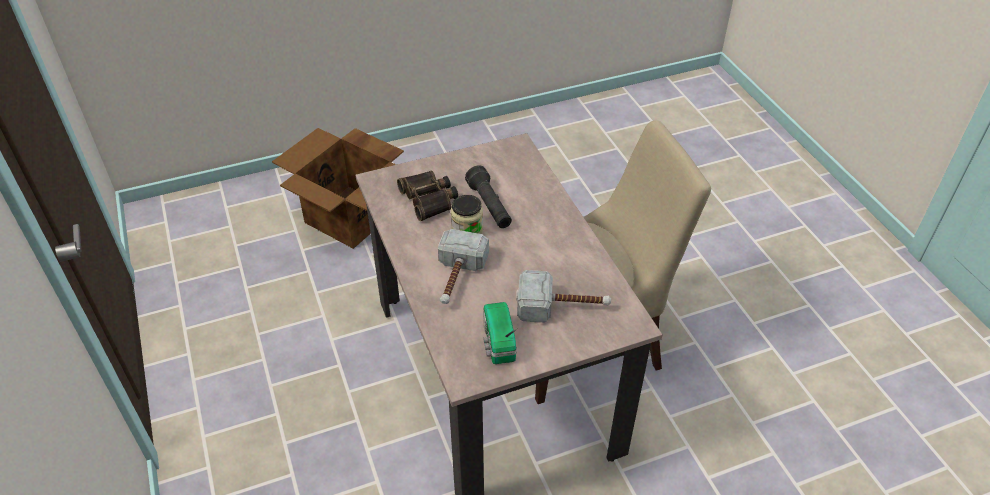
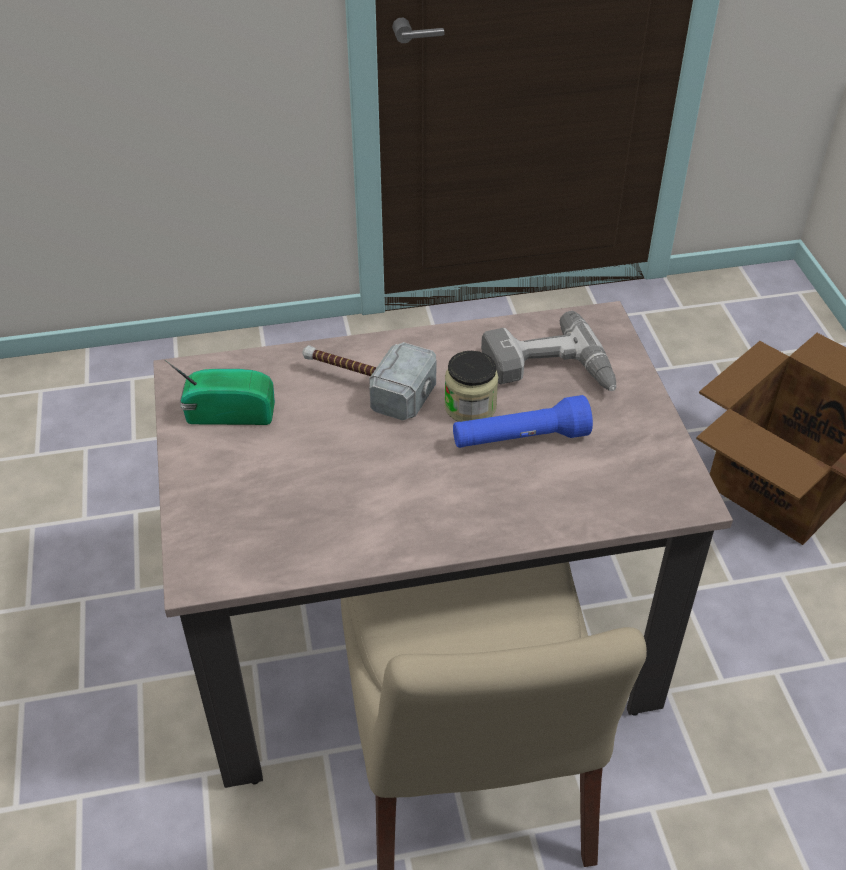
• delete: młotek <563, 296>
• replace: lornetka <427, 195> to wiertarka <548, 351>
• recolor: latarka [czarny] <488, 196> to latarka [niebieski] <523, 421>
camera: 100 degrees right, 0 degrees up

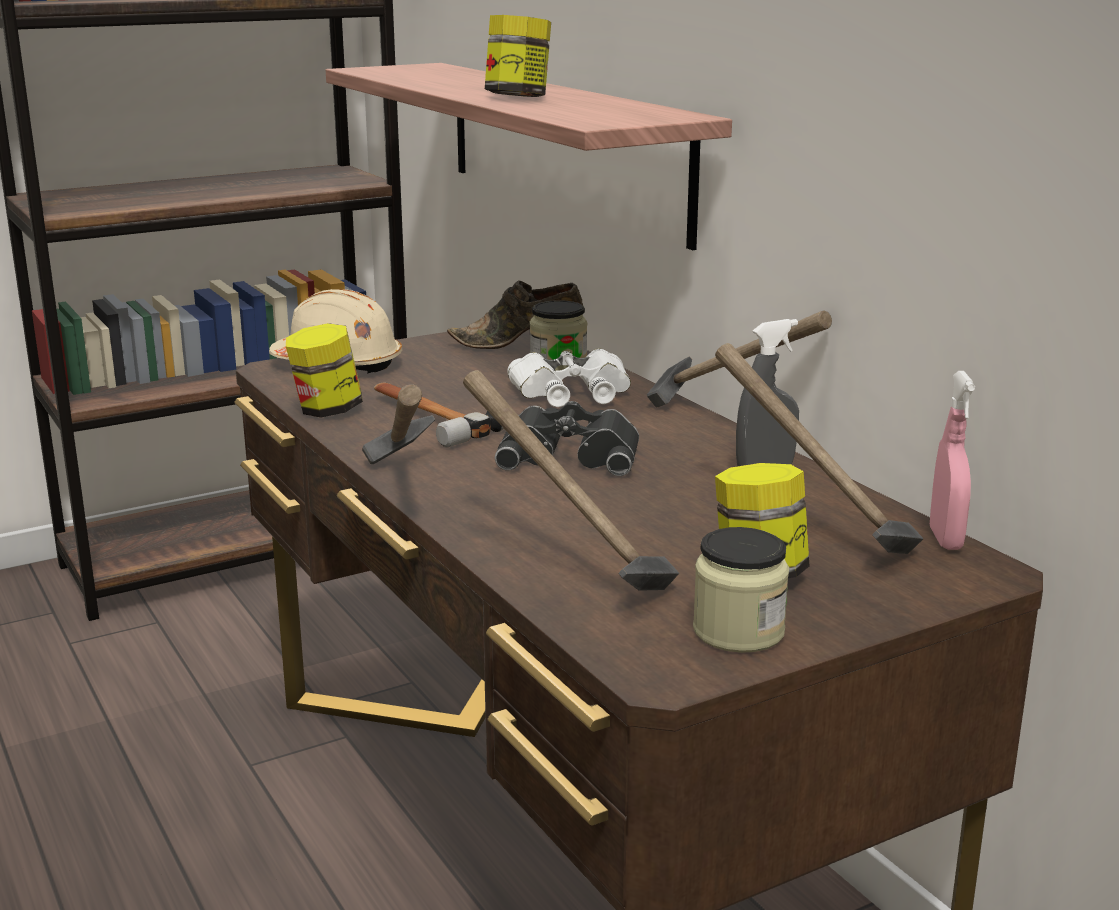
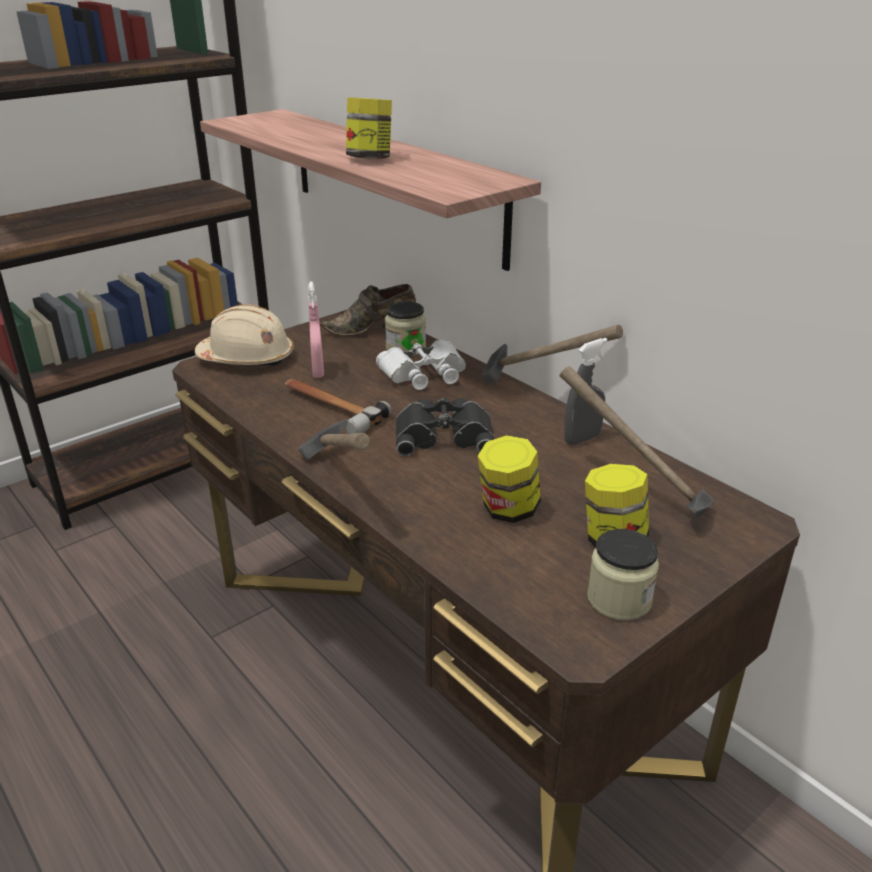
• delete: młotek <571, 480>
• move: słoik <324, 370> to <509, 479>
• move: spryskiwacz [różowy] <952, 460> to <316, 329>
camera: 10 degrees left, 10 degrees up

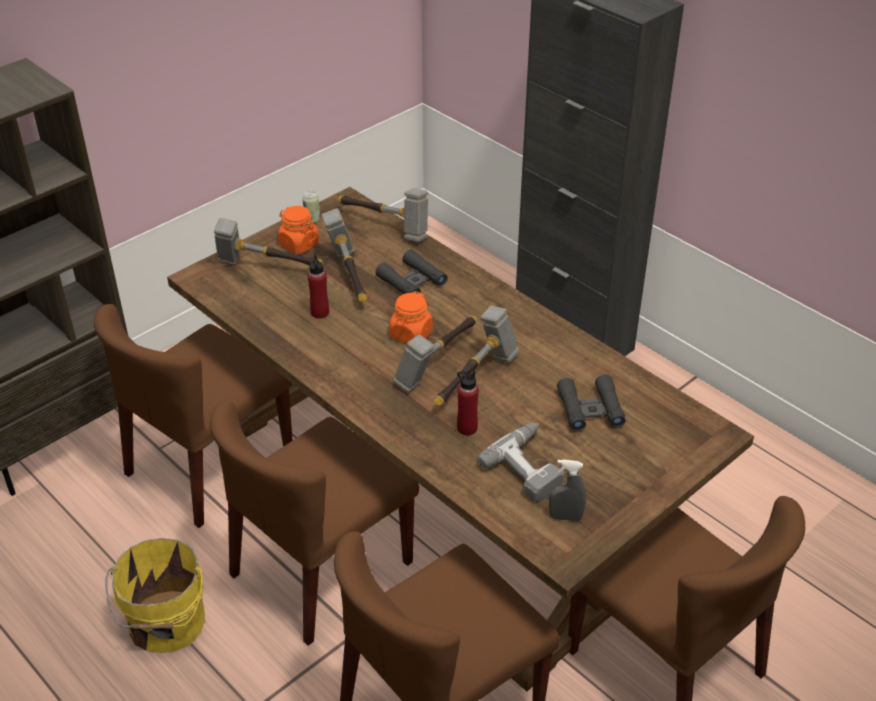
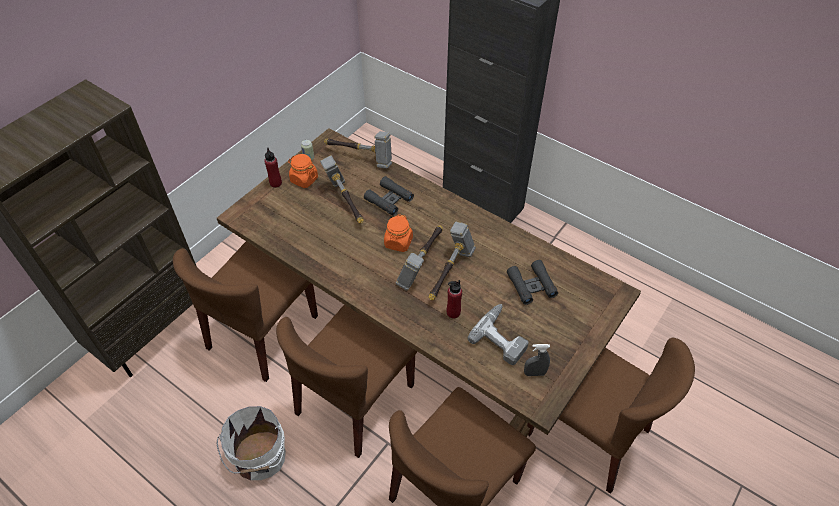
• delete: młotek <268, 242>
• move: butelka [czerwony] <318, 286> to <273, 168>
• recolor: wiadro [żółty] <155, 595> to wiadro [biały] <251, 443>
camera: 10 degrees left, 10 degrees up

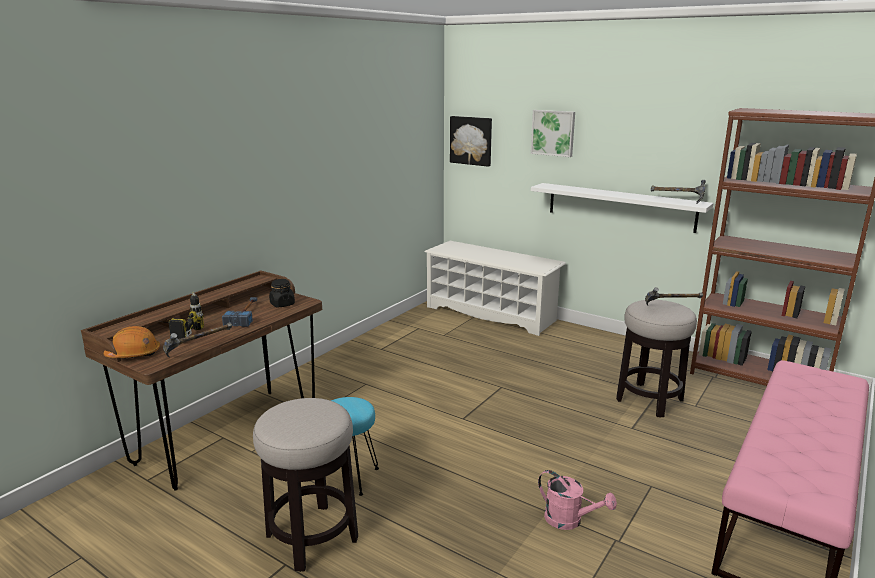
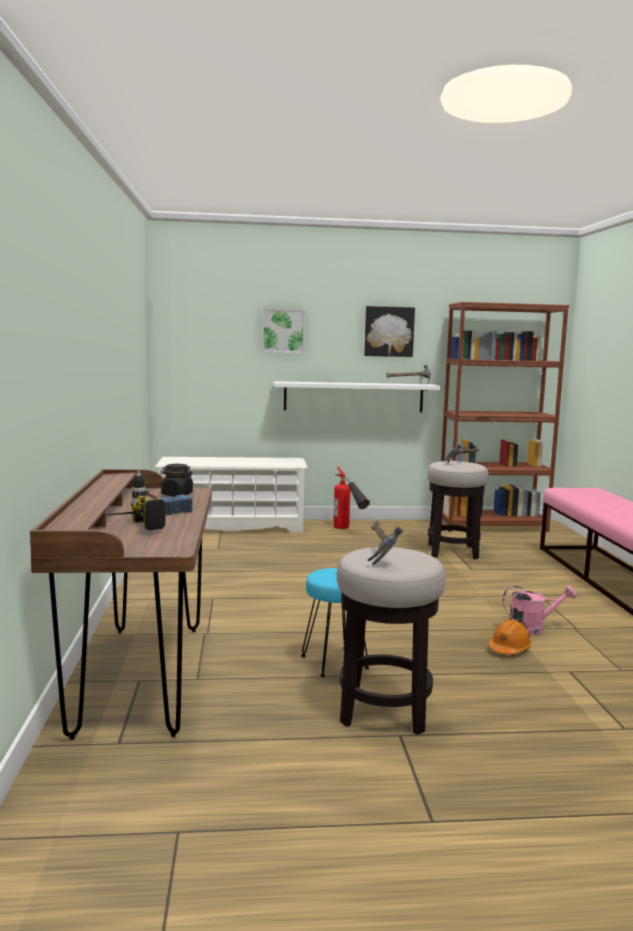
• insert: gaśnica <351, 498>
• move: kask [pomarańczowy] <131, 342> to <510, 637>
• move: młotek <197, 339> to <385, 542>
• move: obraz <471, 141> to <389, 331>
camera: 40 degrees left, 10 degrees down

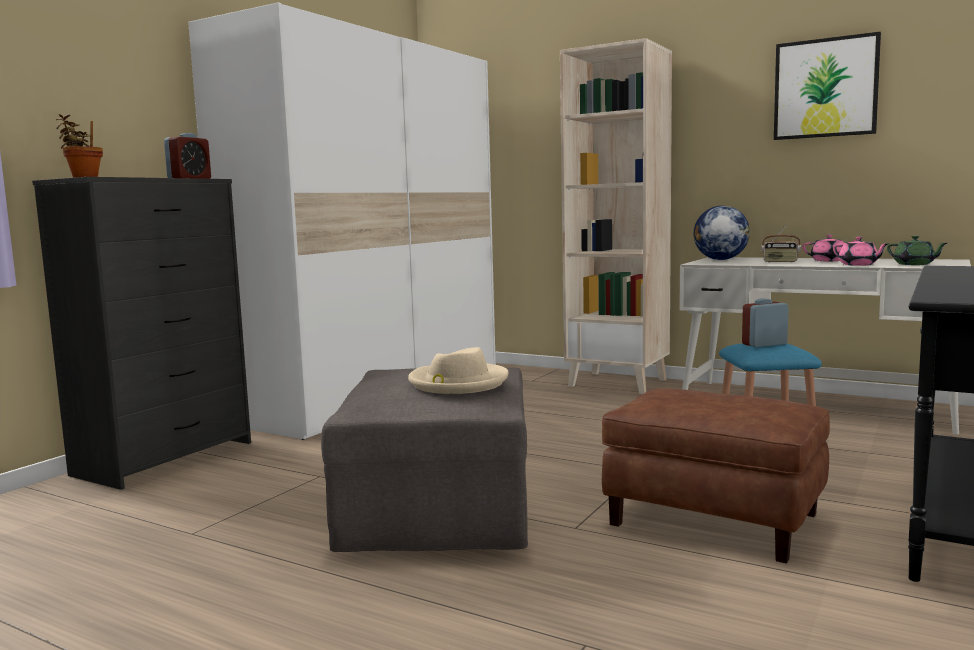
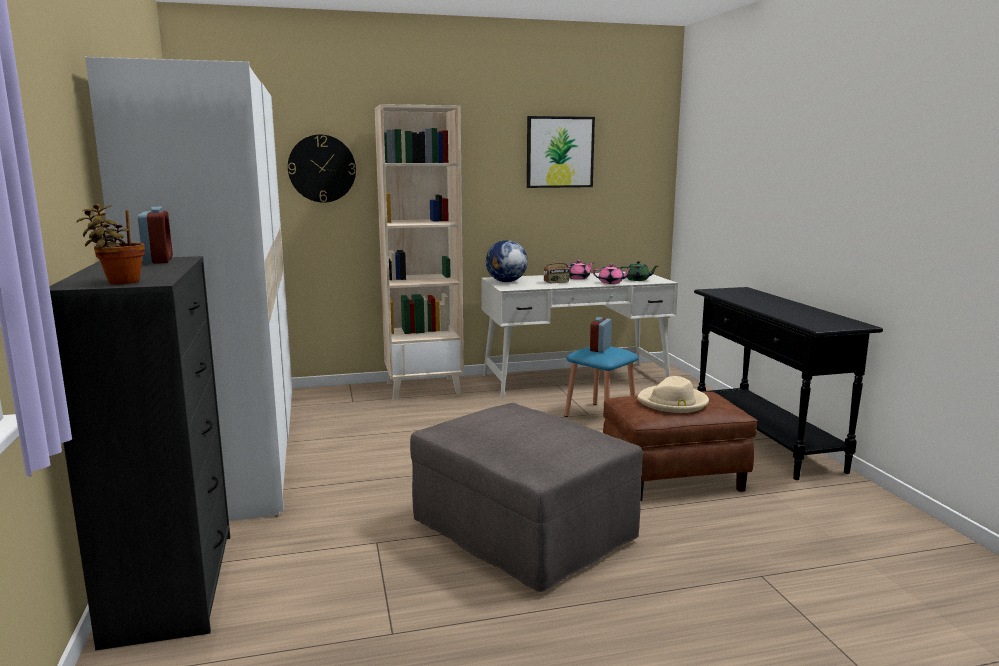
• insert: zegar ścienny <322, 168>
• move: kapelusz [beżowy] <458, 370> to <673, 394>
camera: 45 degrees left, 5 degrees up

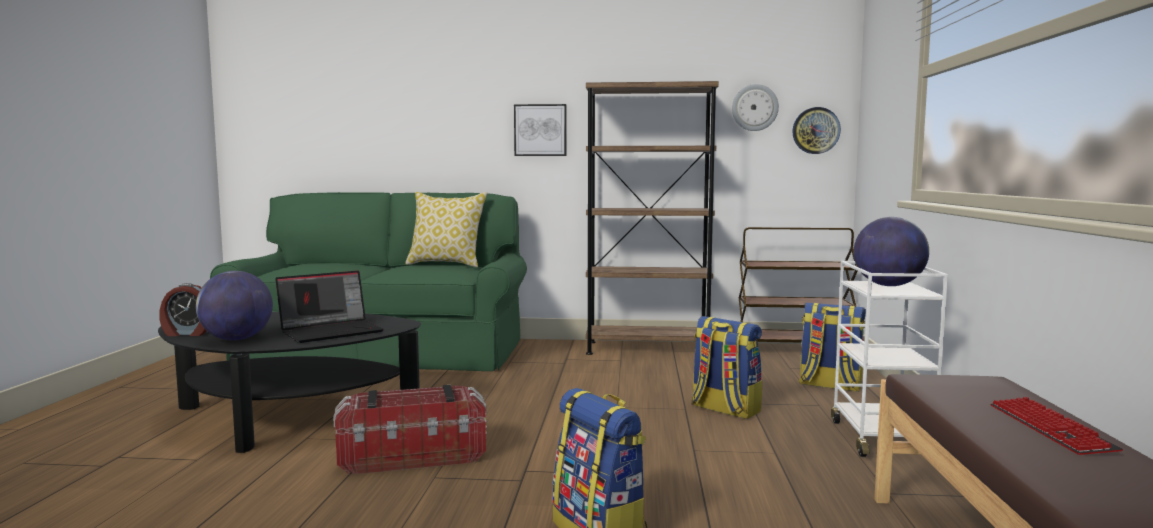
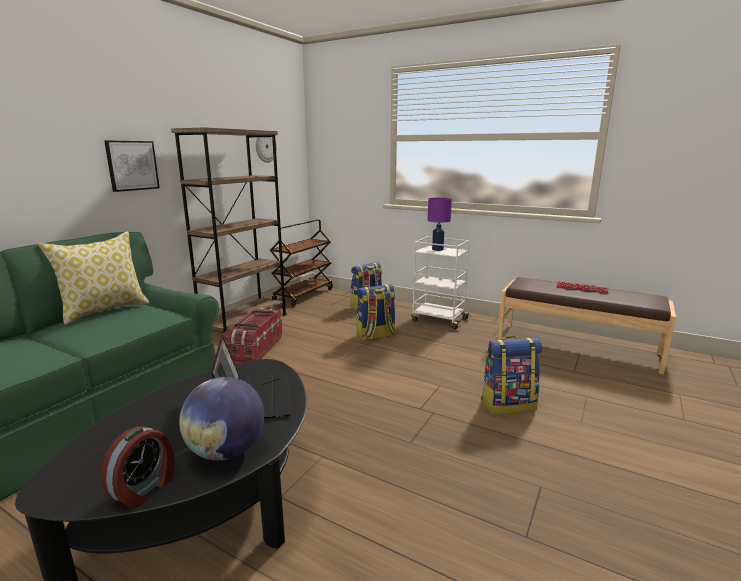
• delete: zegar ścienny <816, 130>
• move: pojemnik do przechowywania <410, 430> to <252, 335>
• replace: globus <891, 251> to lampa stołowa [fioletowy] <440, 224>
camera: 65 degrees left, 10 degrees up

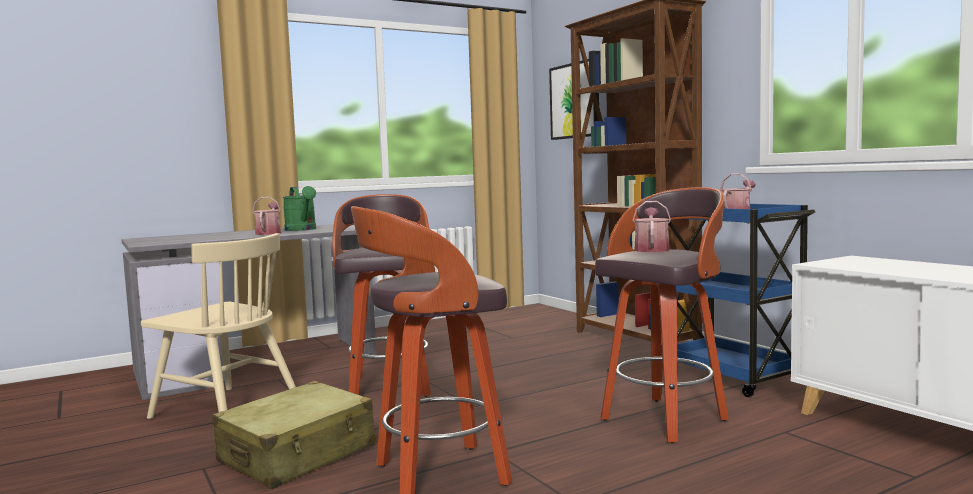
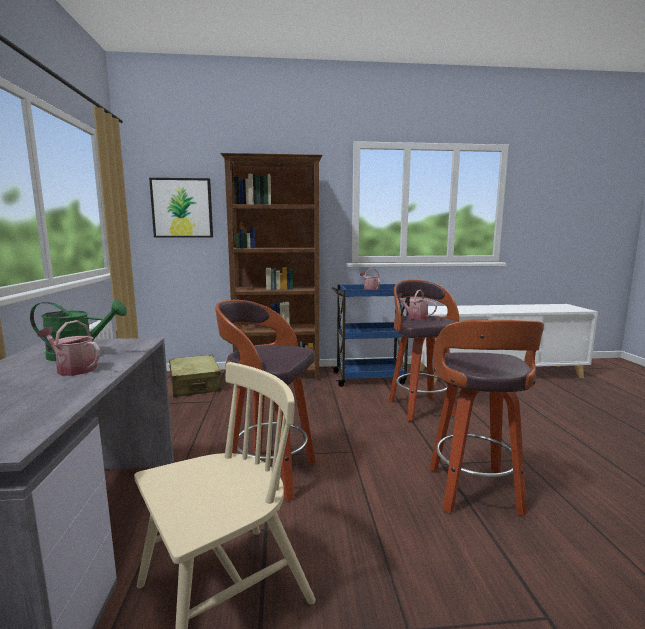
• move: walizka [beżowy] <293, 435> to <195, 376>
camera: 65 degrees left, 5 degrees up

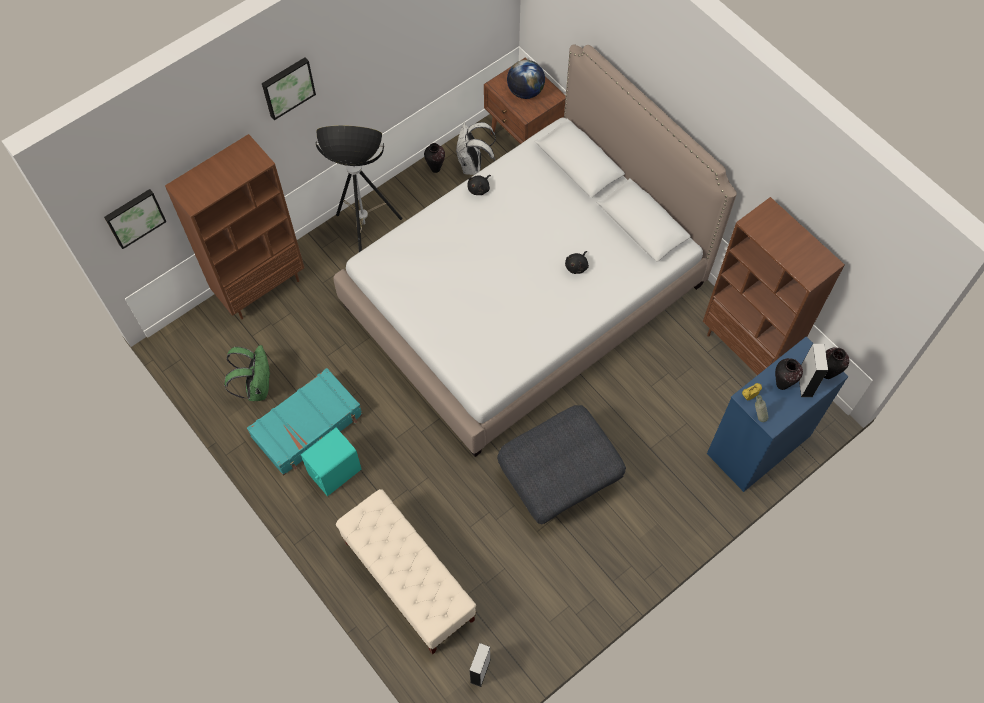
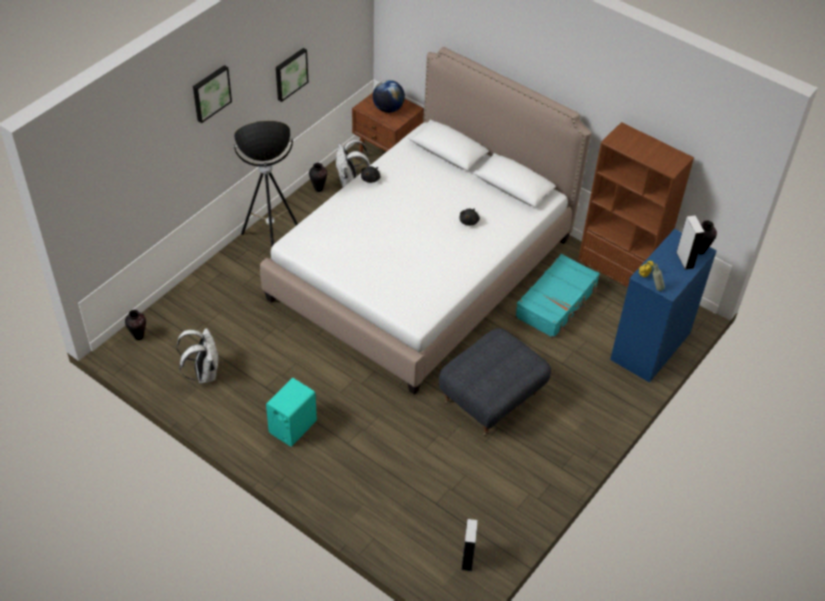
• delete: regał [brązowy] <235, 226>
• delete: ławka [beżowy] <406, 572>
• move: obraz <135, 219> to <292, 75>
• move: walizka [turkusowy] <305, 422> to <557, 296>
• move: wazon <789, 374> to <135, 325>
• recolor: plecak [zielony] <247, 373> to plecak [biały] <197, 356>
camera: 15 degrees left, 15 degrees down

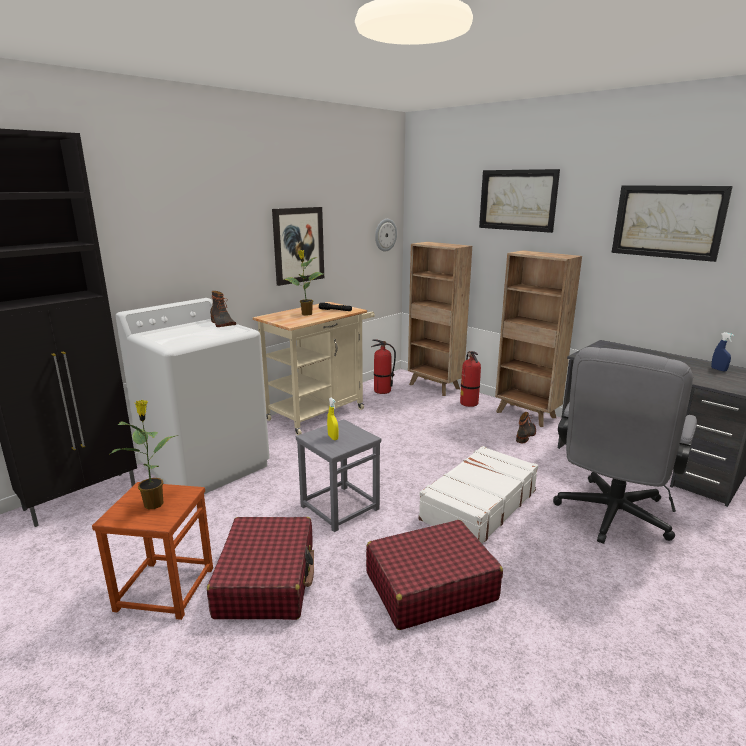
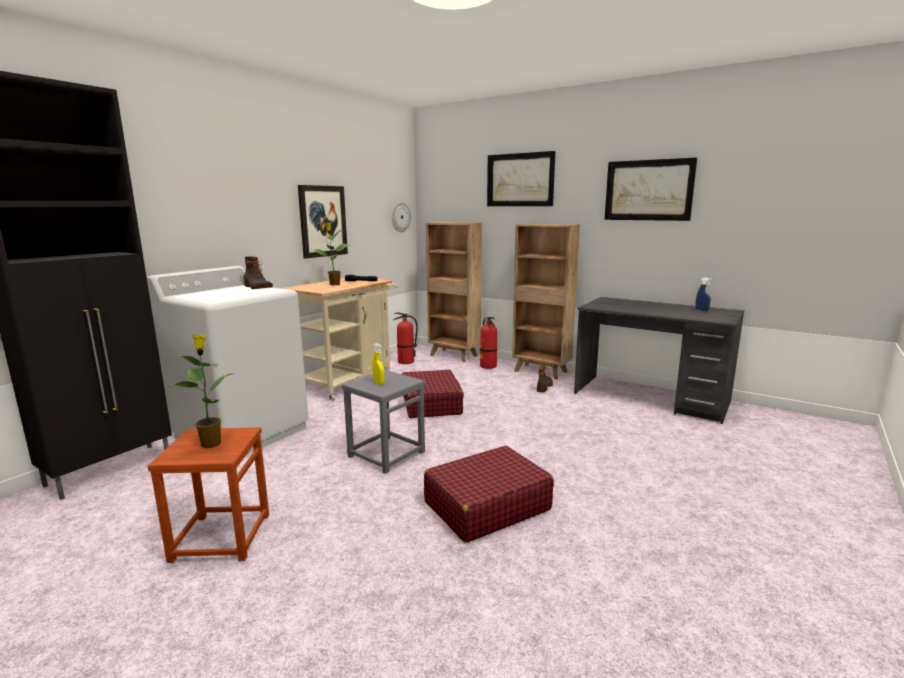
• delete: walizka [biały] <478, 494>
• delete: krzesło biurowe [szary] <625, 445>
• move: walizka [czerwony] <260, 568> to <433, 393>
camera: 10 degrees left, 5 degrees down

